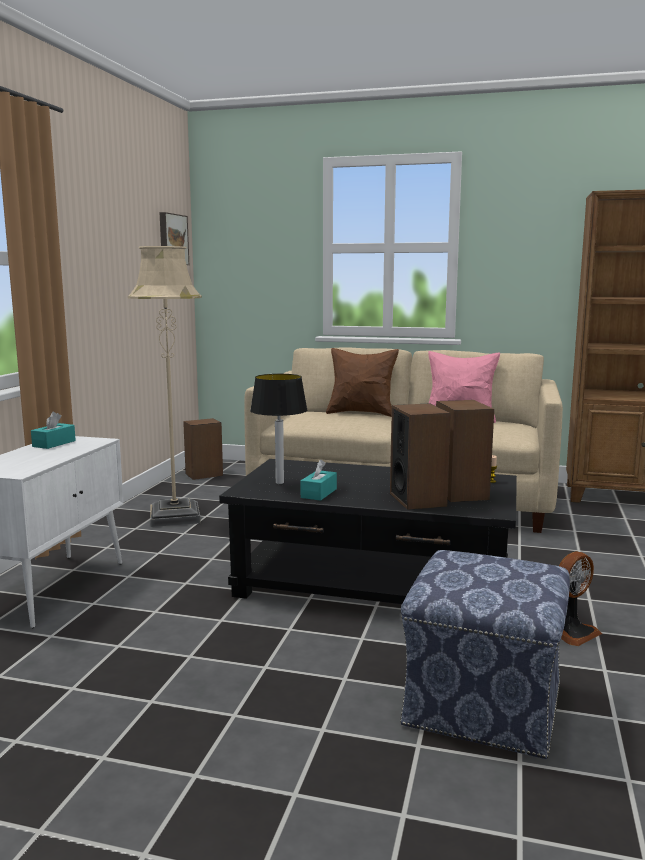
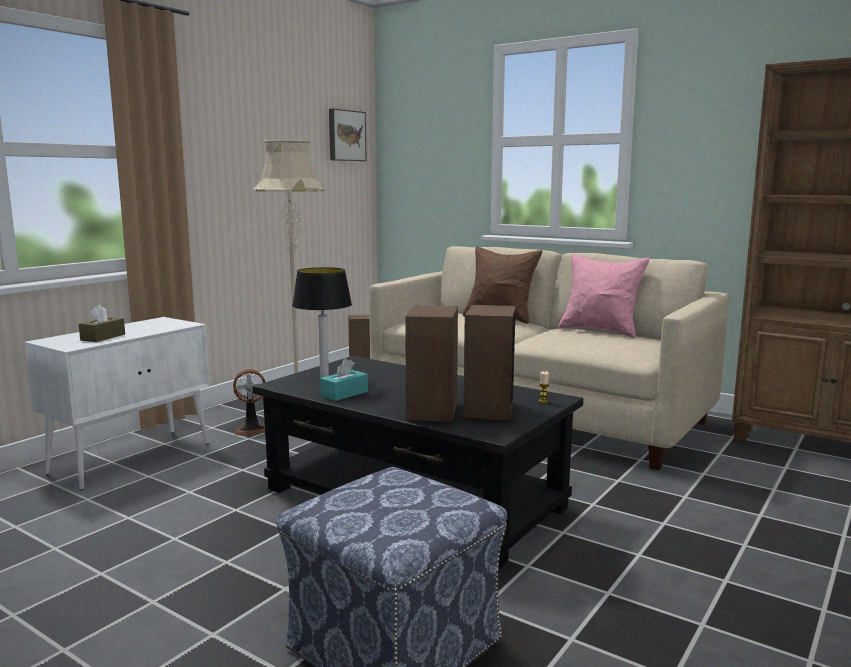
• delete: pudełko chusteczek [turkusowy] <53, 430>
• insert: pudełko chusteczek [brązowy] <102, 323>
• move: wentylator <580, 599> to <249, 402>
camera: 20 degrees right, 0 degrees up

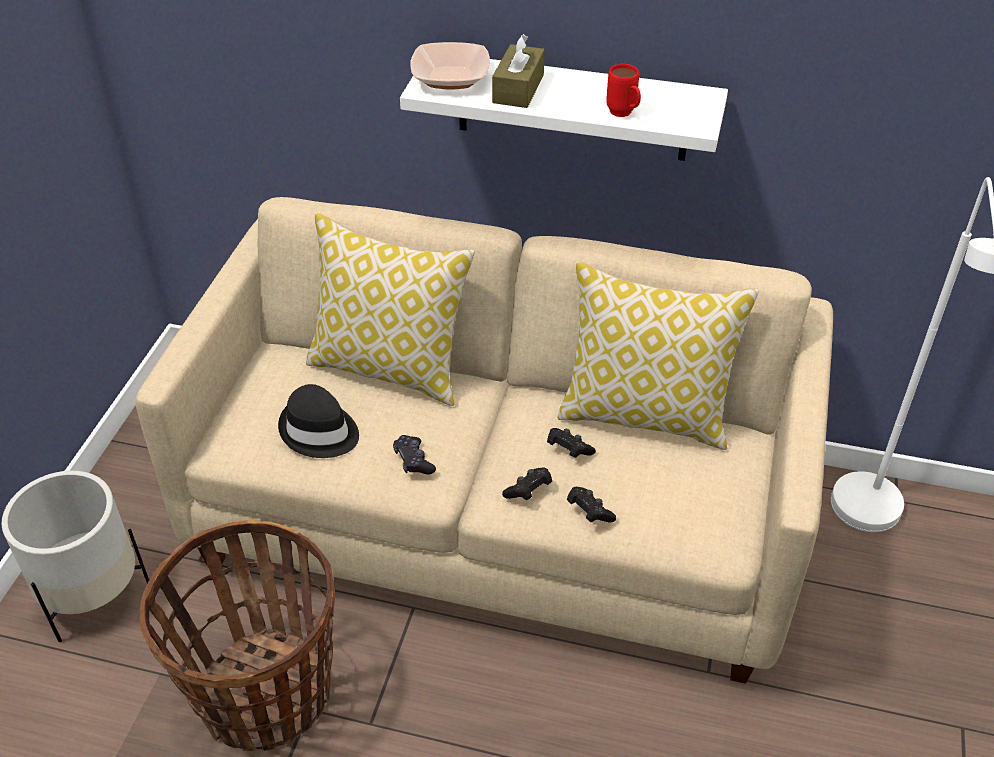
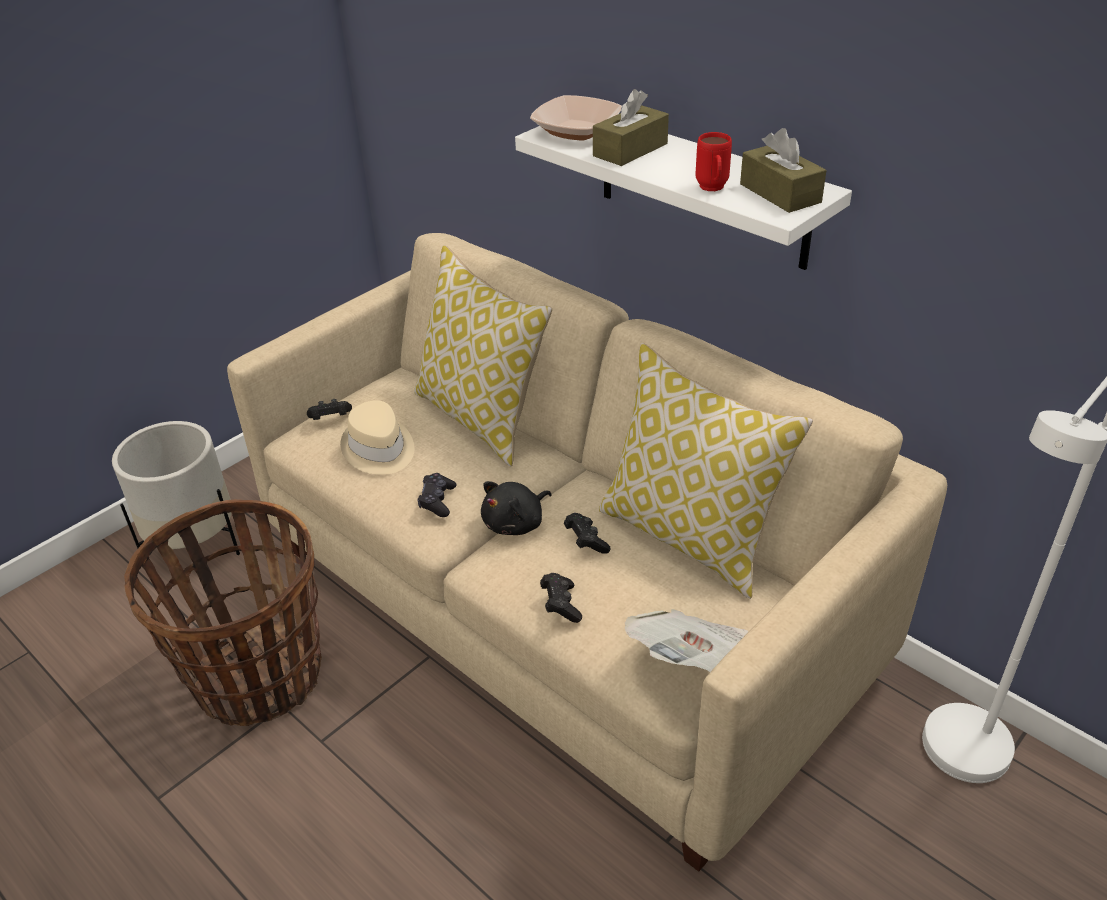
• insert: pluszak [czarny] <516, 508>
• insert: gazeta <687, 640>
• insert: pudełko chusteczek [brązowy] <783, 170>
• move: pad do gier [czarny] <527, 484> to <329, 409>
• recolor: kapelusz [czarny] <318, 421> to kapelusz [beżowy] <377, 437>
camera: 30 degrees right, 5 degrees down

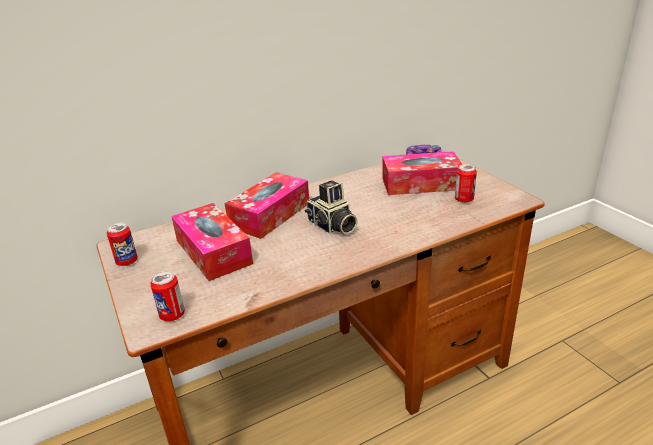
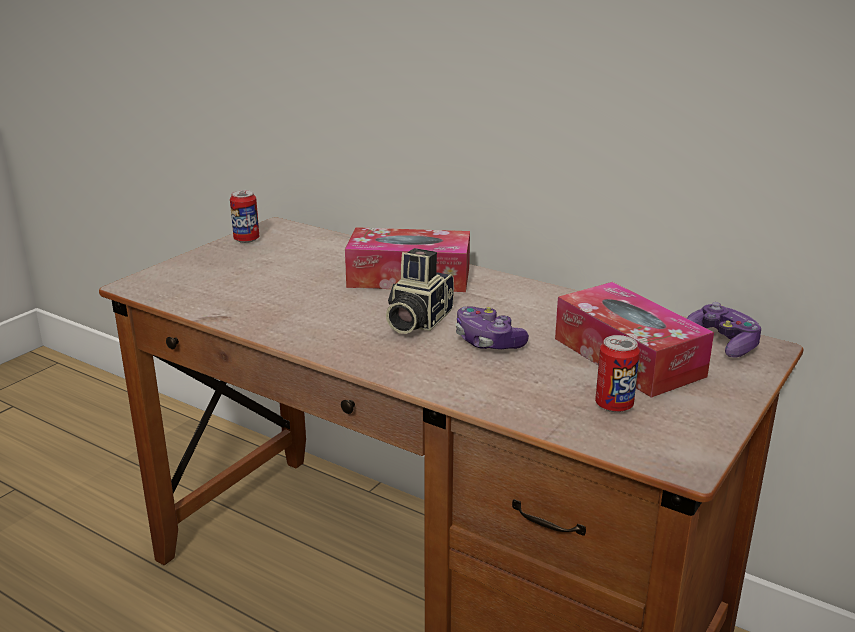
• delete: puszka <167, 296>
• delete: pudełko chusteczek <212, 242>
• insert: pad do gier <492, 327>
camera: 60 degrees right, 5 degrees down

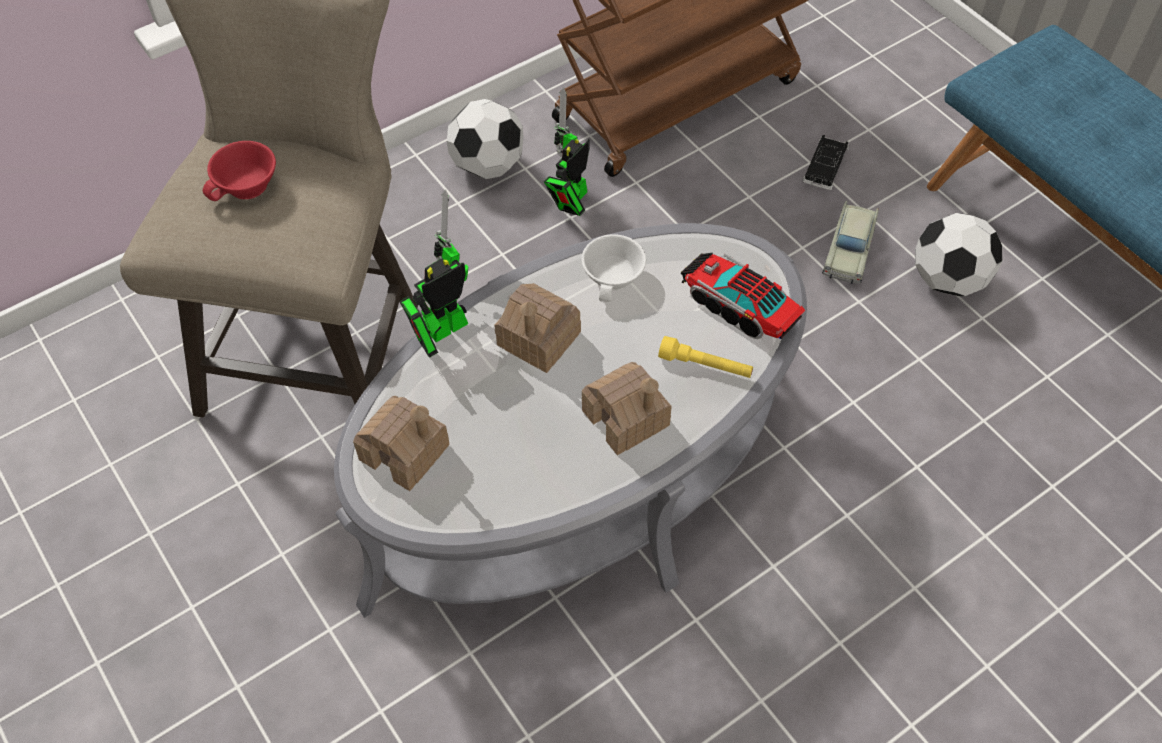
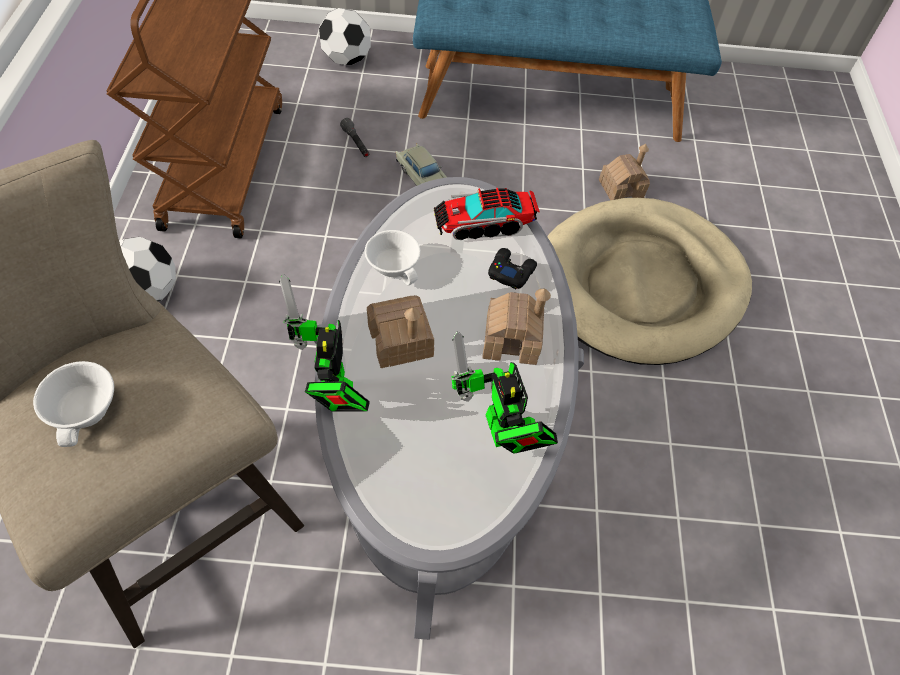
• insert: legowisko [beżowy] <649, 281>
• move: domek <401, 443> to <624, 172>
• move: robot zabawkowy <567, 152> to <504, 393>
• move: piłka futbolowa <958, 255> to <345, 36>
• replace: latarka [żółty] <705, 357> to pad do gier [czarny] <512, 268>
• replace: samochodzik [czarny] <825, 162> to latarka [szary] <355, 137>
• recolor: filiżanka [czerwony] <239, 171> to filiżanka [biały] <73, 404>
camera: 55 degrees left, 0 degrees up

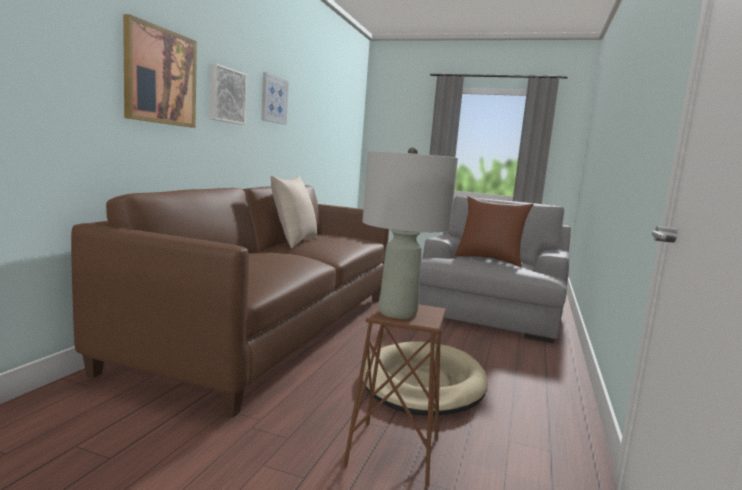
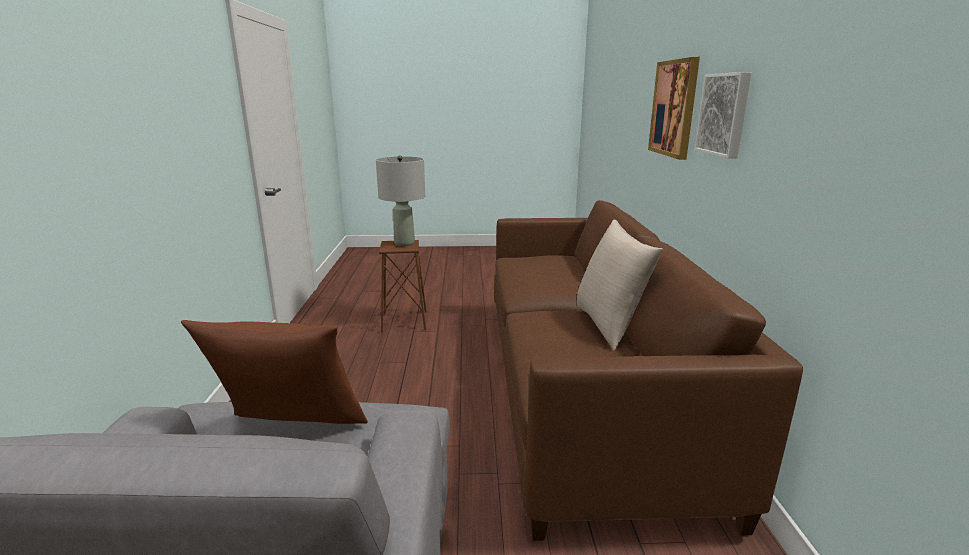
• delete: obraz <275, 98>
• delete: legowisko [beżowy] <425, 378>
camera: 160 degrees right, 10 degrees up

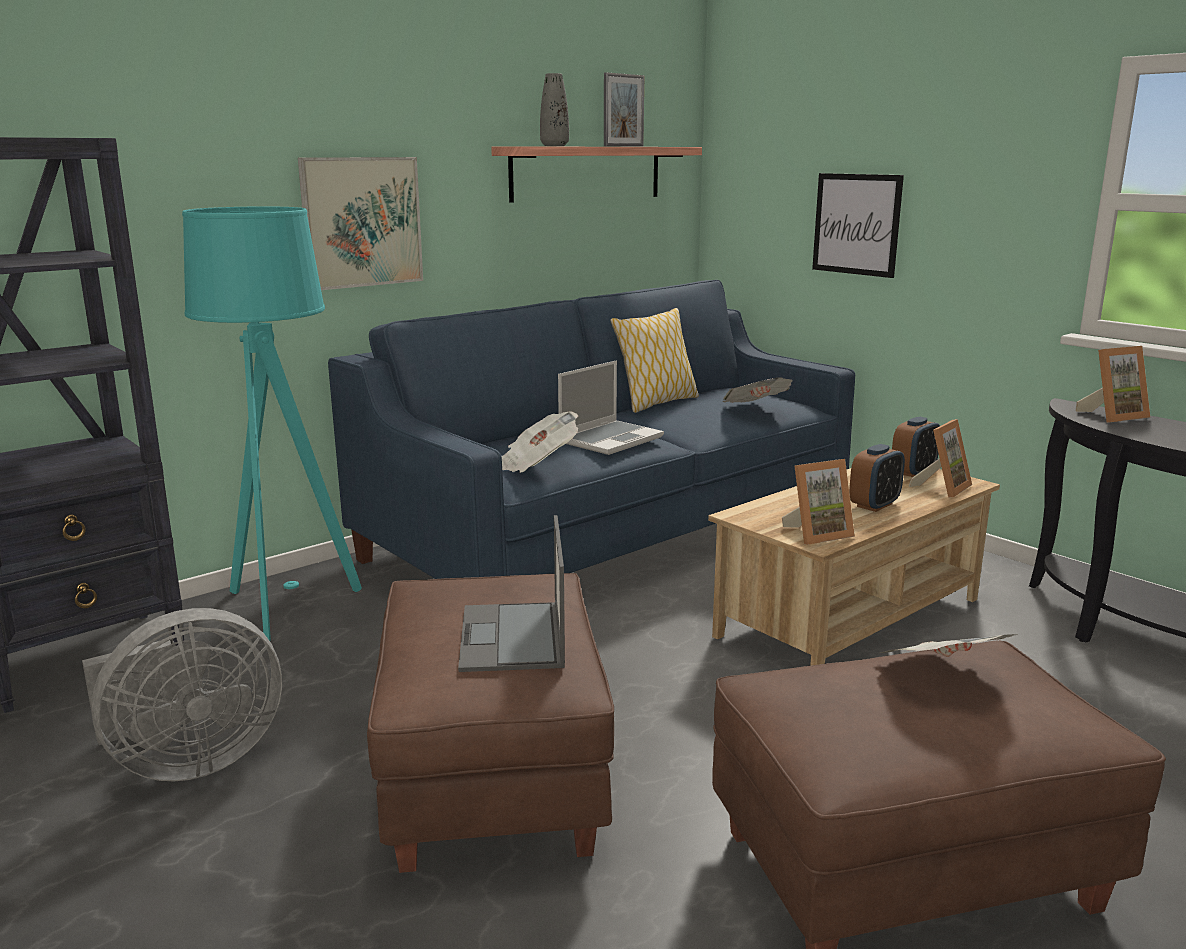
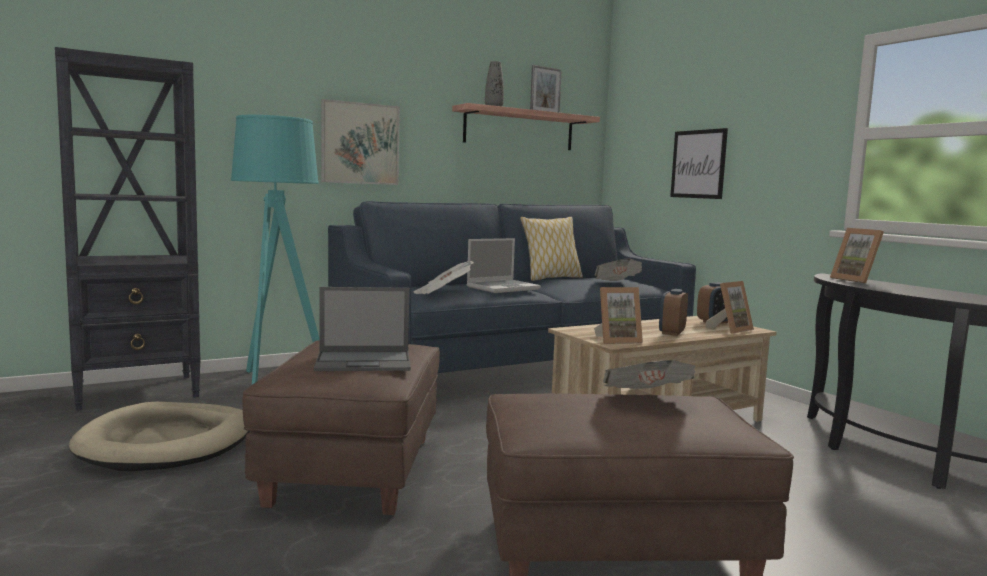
• replace: wentylator [szary] <182, 695> to legowisko [beżowy] <159, 436>
• rotate: laptop <511, 593> = <362, 329> 105 degrees counterclockwise
• rotate: budzik <877, 478> = <673, 312> 150 degrees clockwise
• rotate: ramka na zdjęcie <1113, 384> = <857, 255> 75 degrees clockwise
camera: 10 degrees right, 10 degrees down

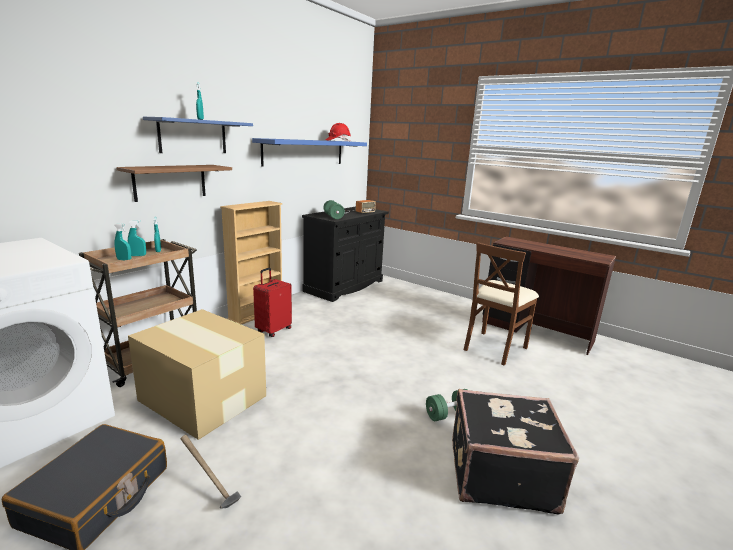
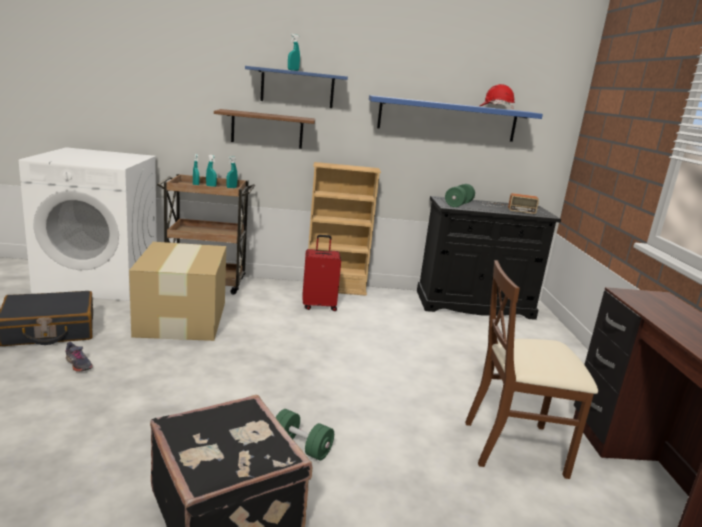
• replace: młotek <210, 472> to but [szary] <79, 357>
camera: 50 degrees right, 0 degrees up

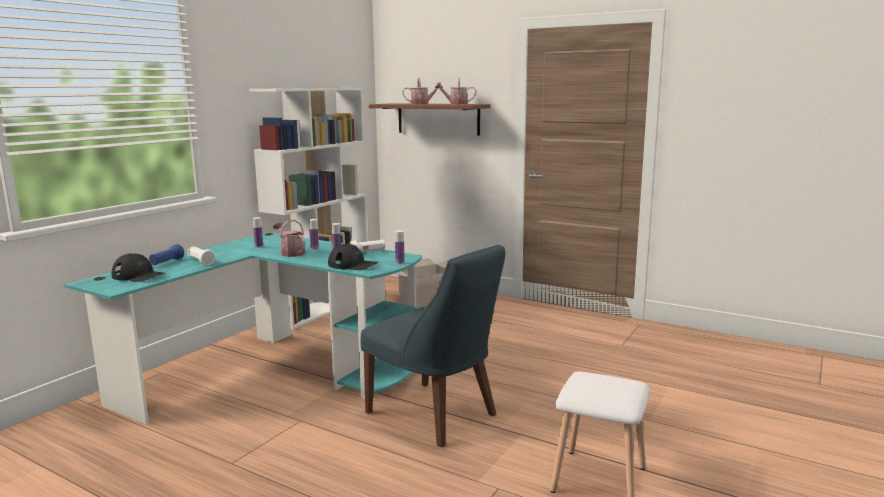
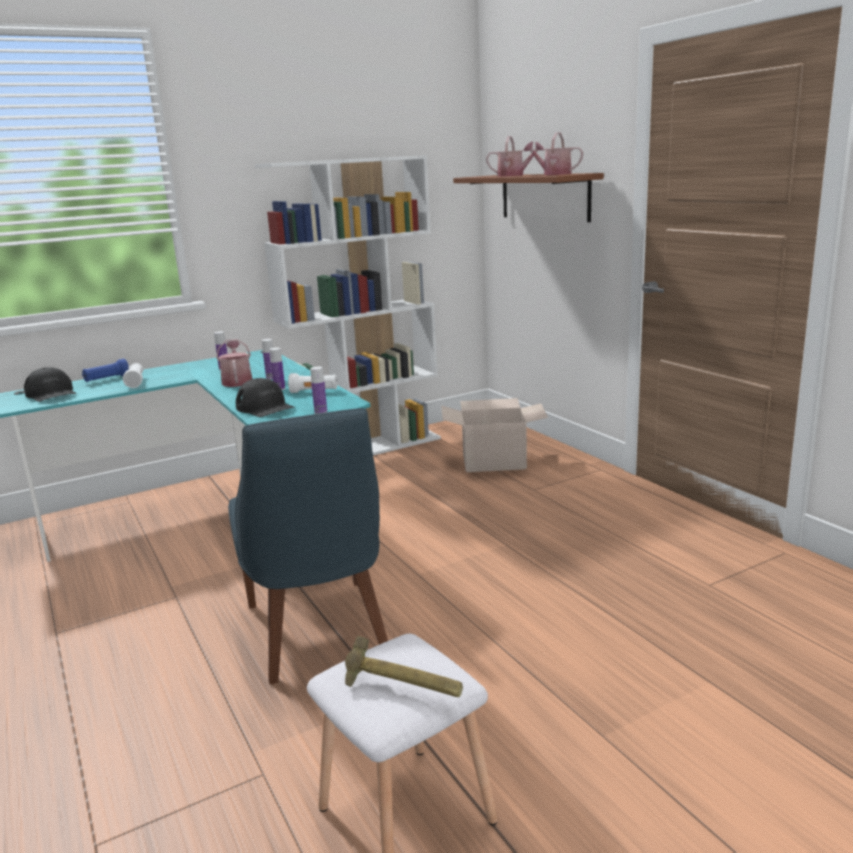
• insert: młotek <404, 666>
camera: 30 degrees right, 5 degrees up

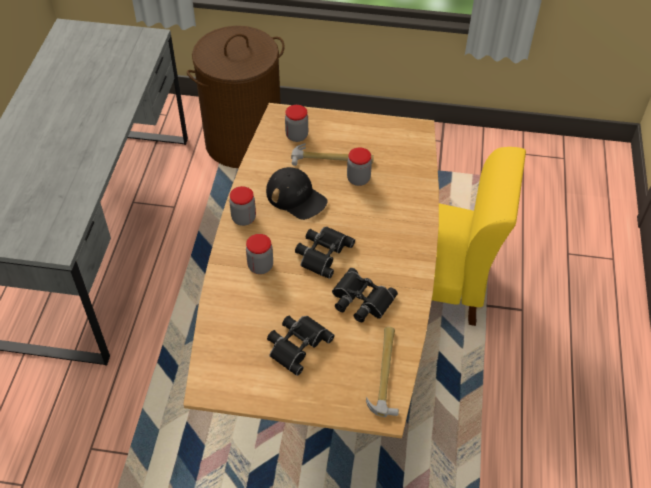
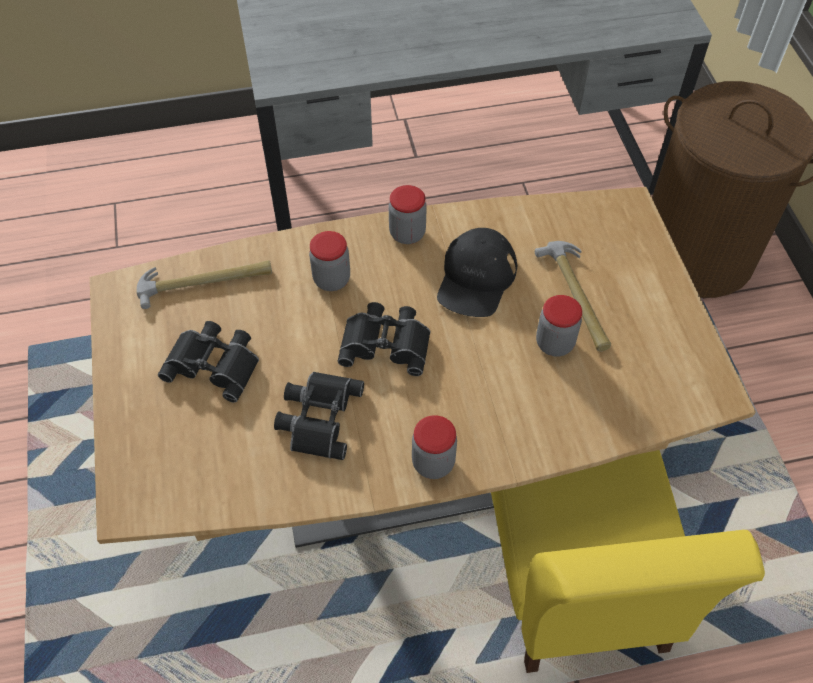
• move: słoik <296, 123> to <434, 447>
• move: młotek <382, 372> to <204, 284>
camera: 70 degrees right, 5 degrees up

